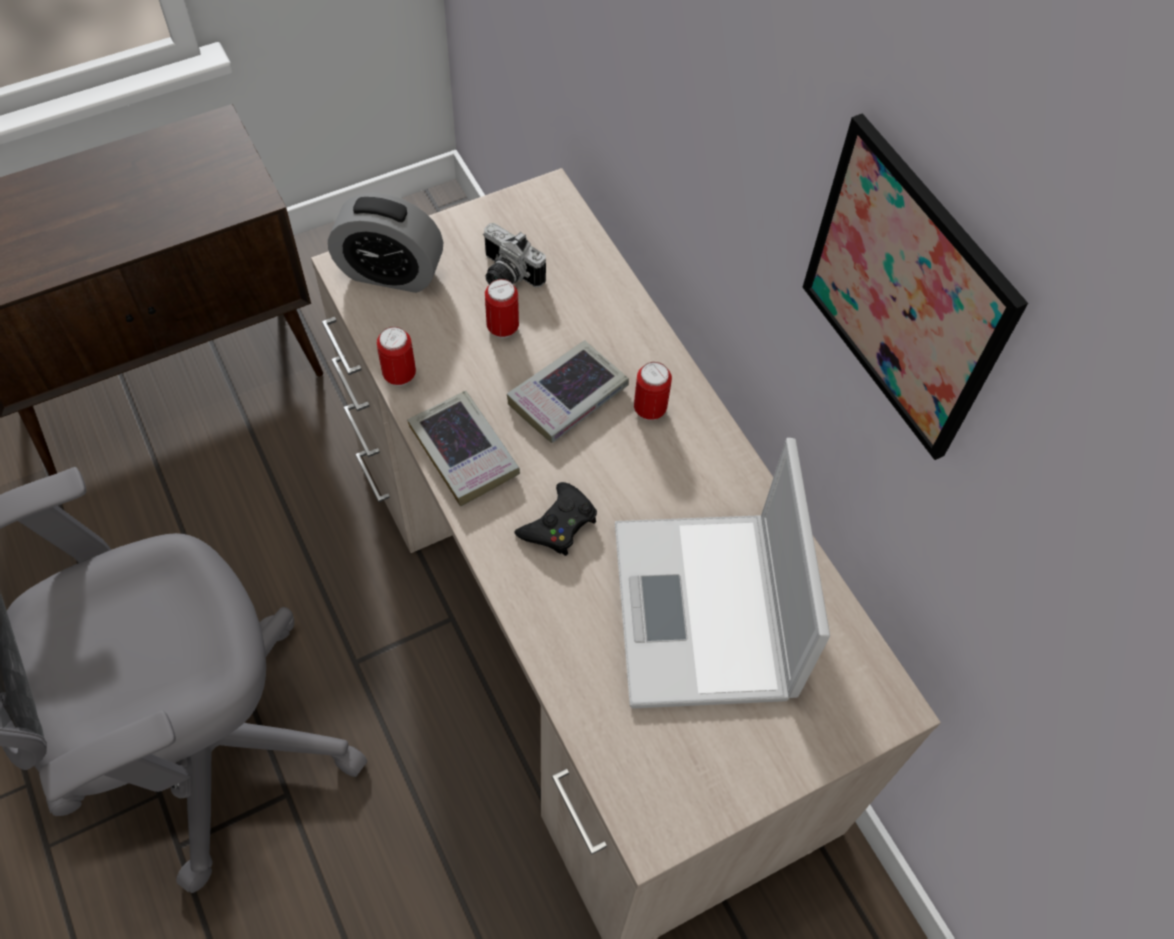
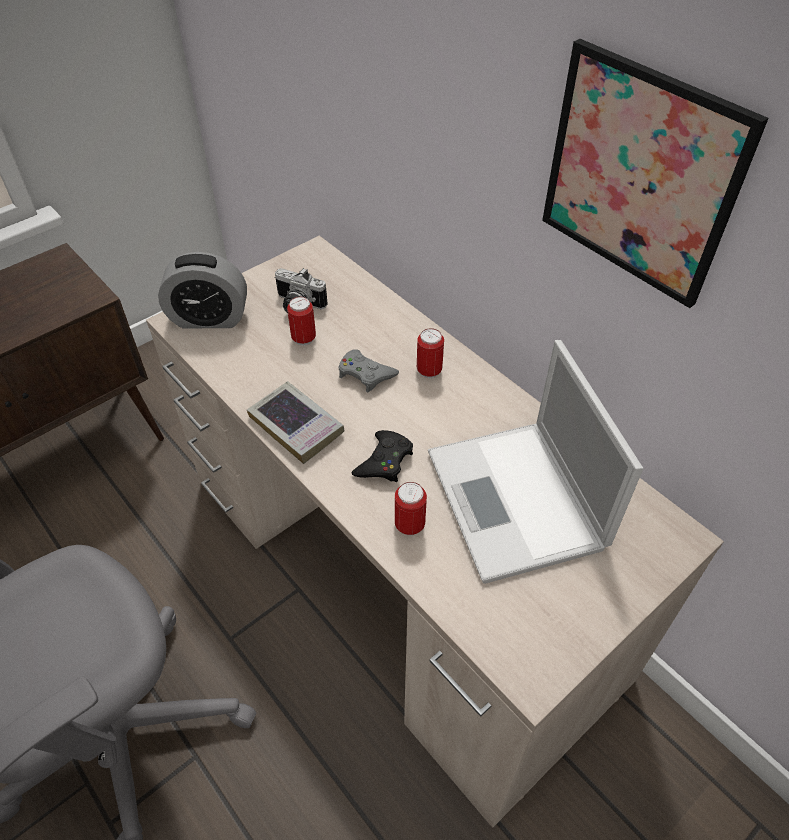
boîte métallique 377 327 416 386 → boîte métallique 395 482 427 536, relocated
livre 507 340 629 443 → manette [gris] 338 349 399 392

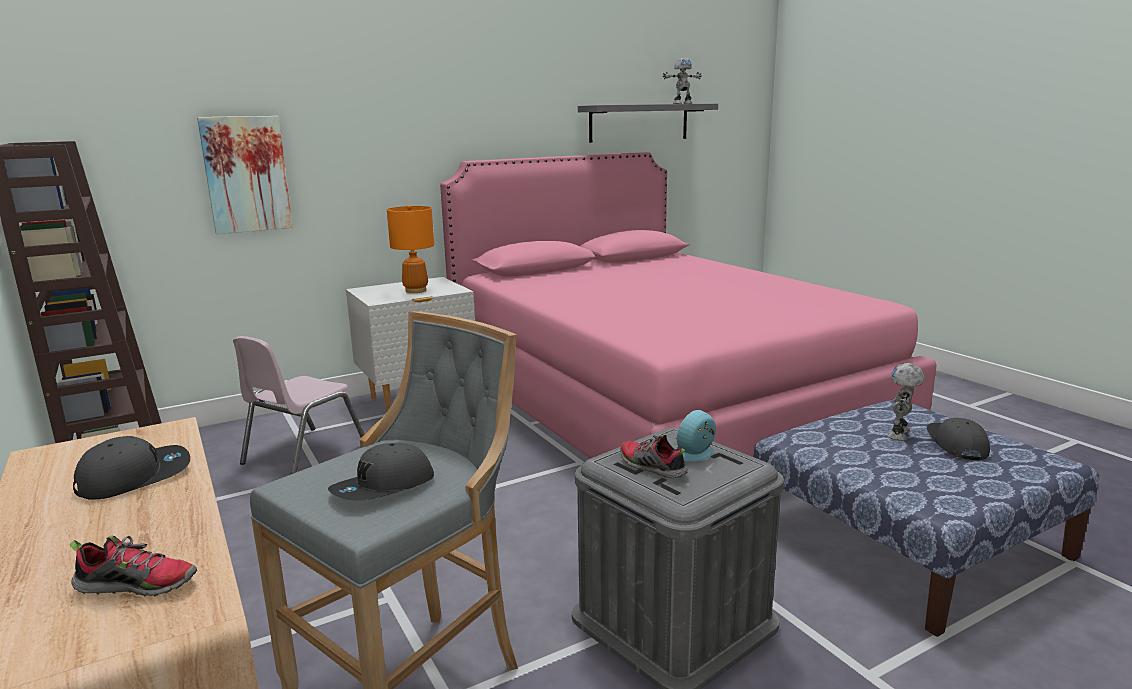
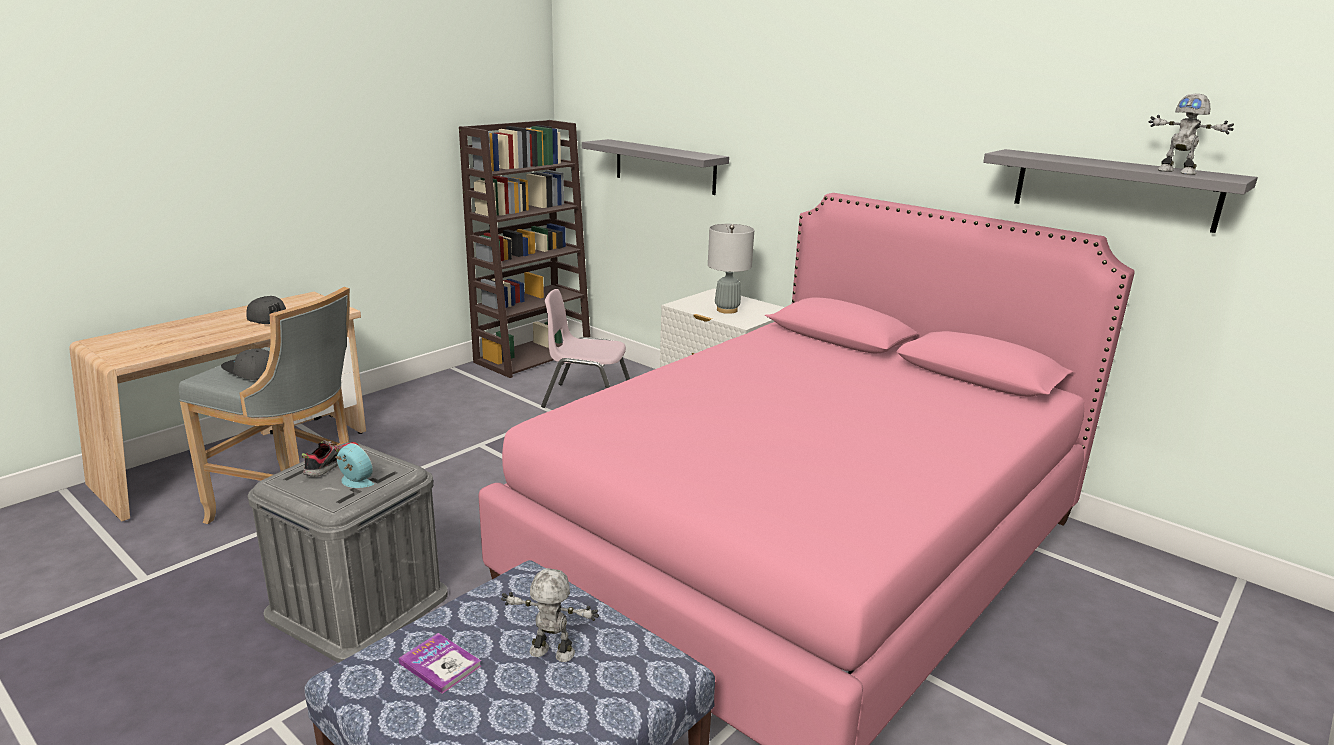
tableau 197 116 293 234 → étagère [gris] 582 139 729 195
lampe de table [orange] 387 205 434 293 → lampe de table [gris] 708 224 754 314
casquette [gris] 927 418 990 460 → -
chaussure 70 536 197 596 → -
- → livre 398 633 481 694

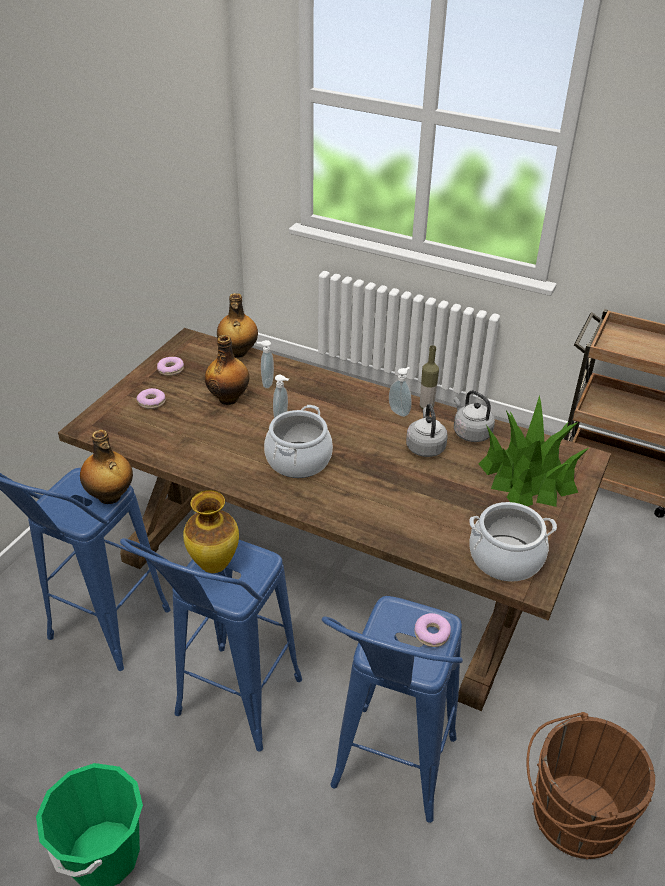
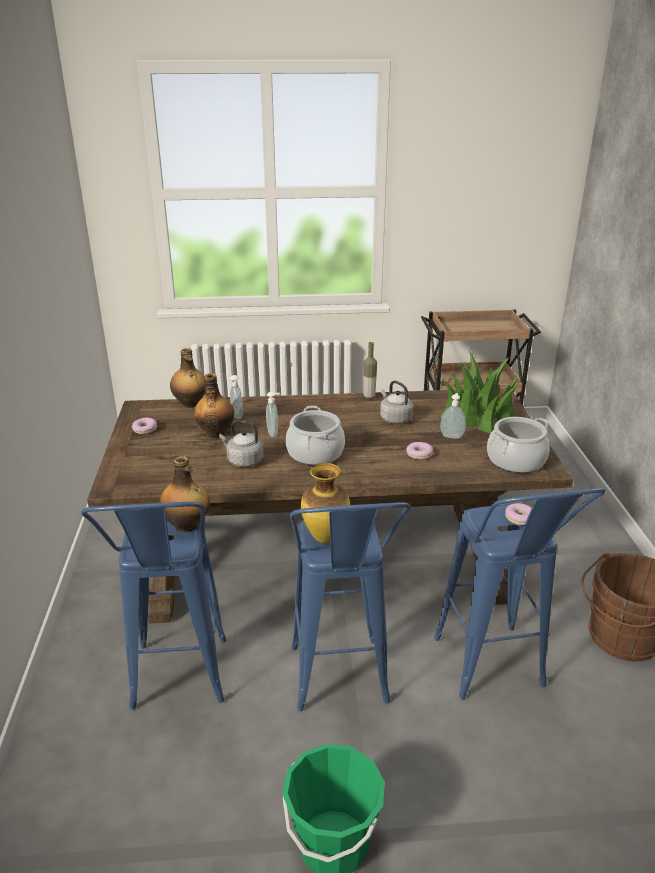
distributeur de savon 389 367 412 417 → distributeur de savon 440 393 466 439, relocated
beignet 137 388 165 409 → beignet 406 442 433 460, relocated
bouilloire [gris] 454 390 495 442 → bouilloire [gris] 219 420 263 467, relocated

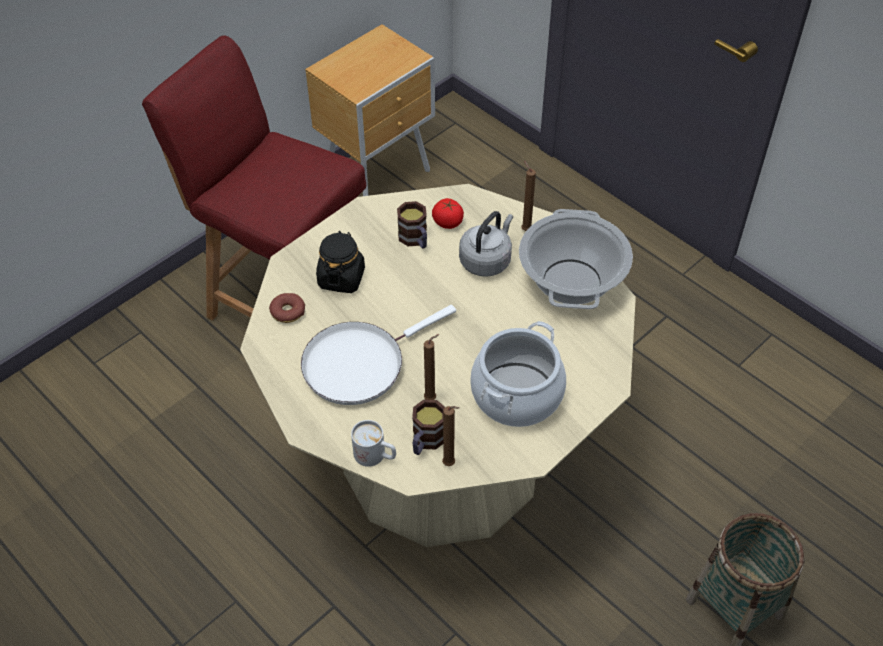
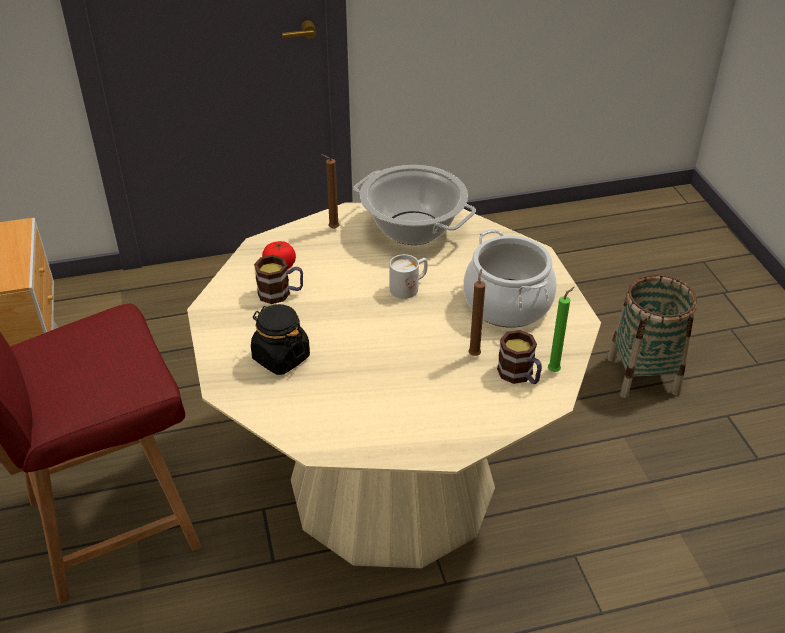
bouilloire [gris] 459 211 513 277 → -
beignet 269 293 305 323 → -
poêle [blanc] 301 305 456 405 → -
bougie [marron] 442 406 460 466 → bougie [vert] 548 287 575 372
mug [blanc] 351 420 396 467 → mug [blanc] 390 254 428 299, relocated

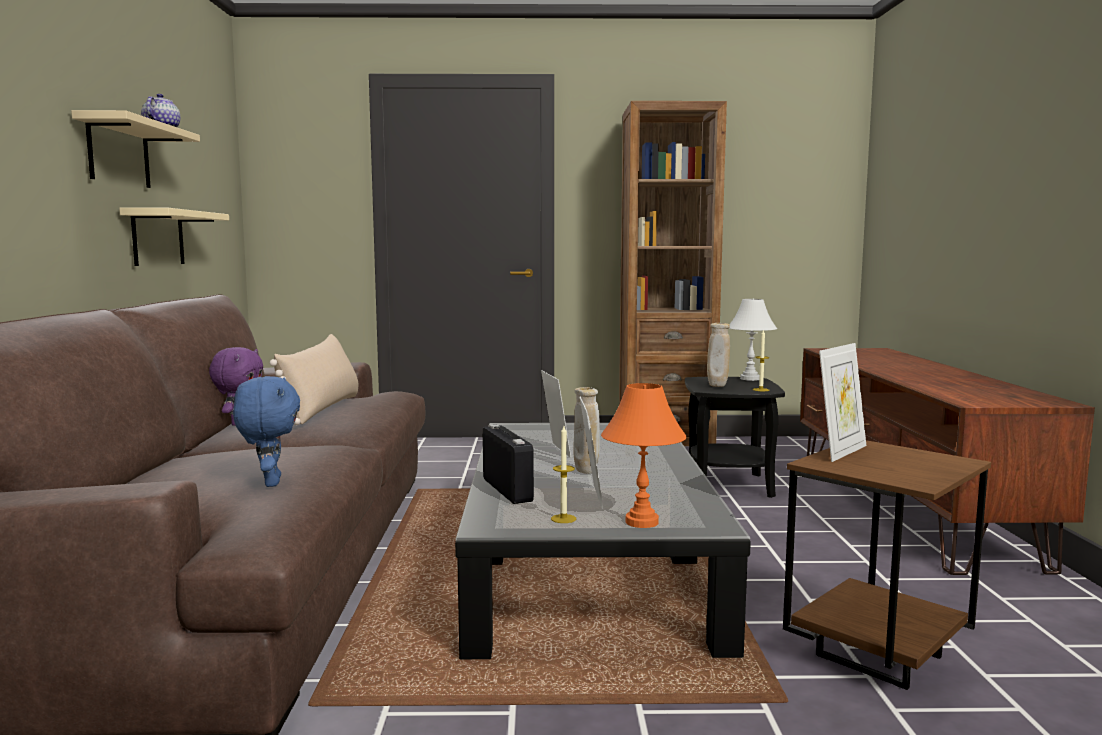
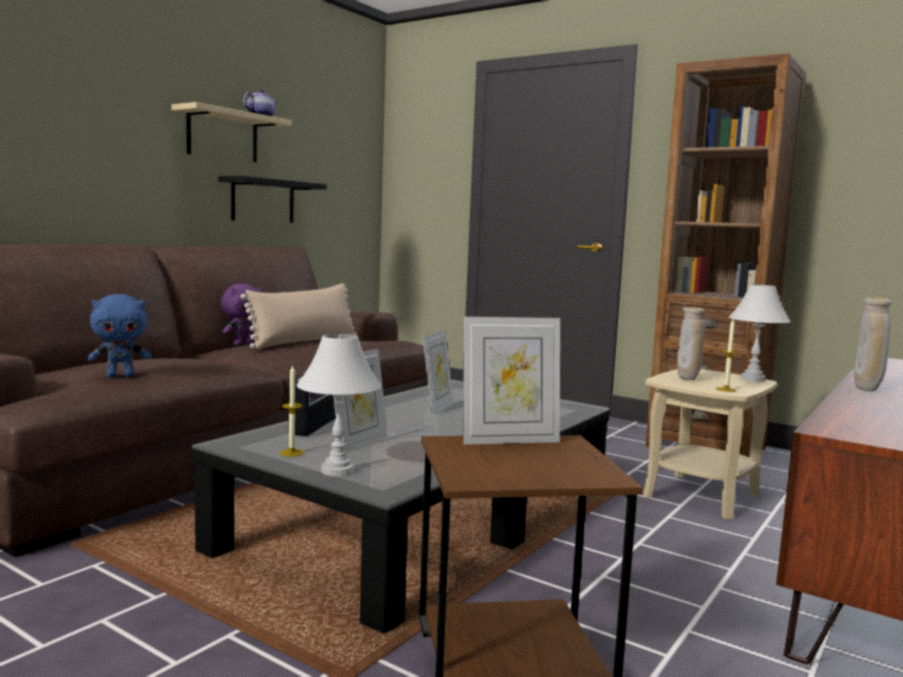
étagère [beige] 119 208 229 266 → étagère [noir] 218 176 327 223
peluche [bleu] 233 376 300 487 → peluche [bleu] 88 294 151 378, 45 degrees clockwise
table d'appoint [noir] 685 377 785 498 → table d'appoint [beige] 643 369 777 519
lampe de table [orange] 601 383 687 528 → lampe de table [blanc] 297 334 382 477
vase [beige] 573 387 600 474 → vase [beige] 854 297 892 391, relocated

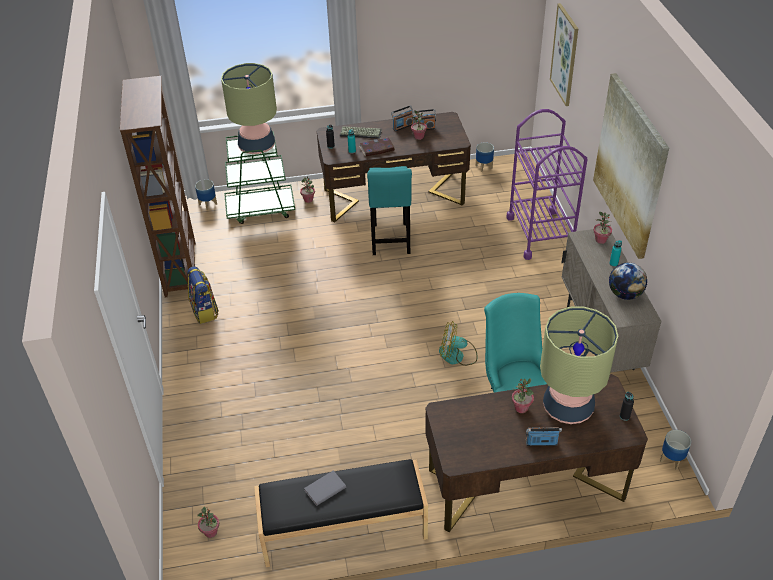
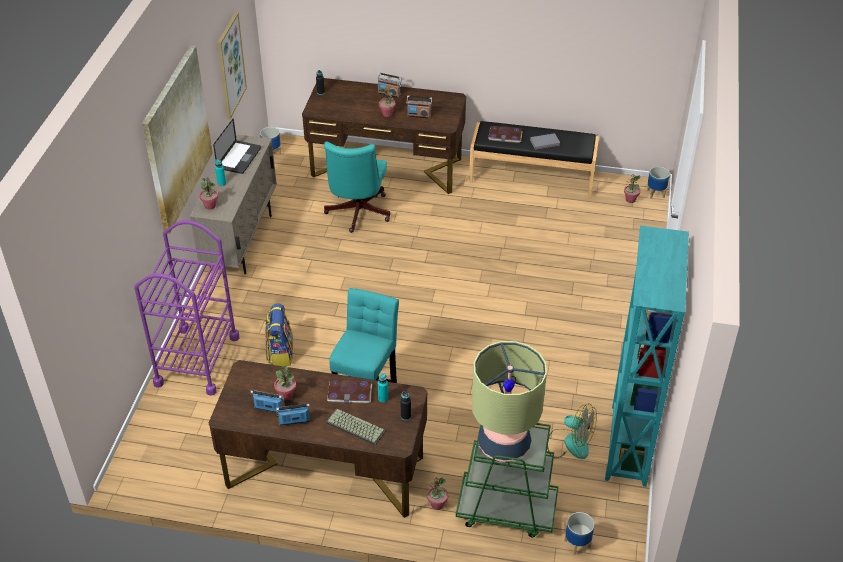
tableau 550 3 578 106 → tableau 217 12 247 119, relocated
bibliothèque [marron] 120 76 196 298 → bibliothèque [turquoise] 605 226 689 487
cache-pot 476 142 494 172 → cache-pot 647 167 670 199, relocated
globe 609 263 647 300 → ordinateur portable 213 118 261 174
sac à dos 187 266 219 324 → sac à dos 265 304 293 366, relocated
lampe de table 540 306 618 424 → -
ventilateur 439 321 478 366 → ventilateur 547 403 597 459, relocated
- → radio 406 95 432 118
- → livre 488 126 522 143

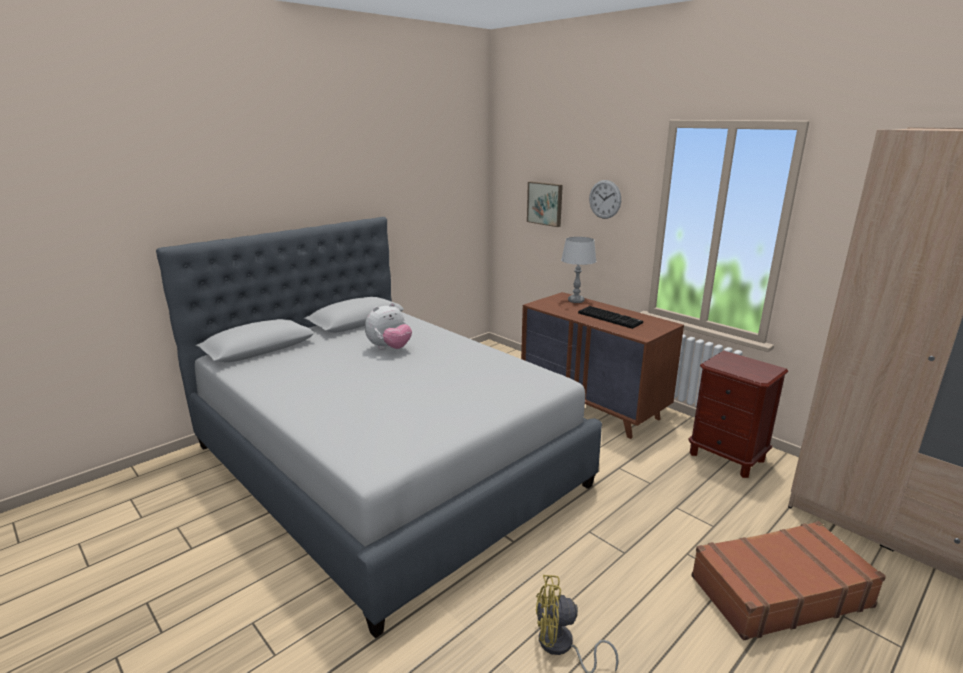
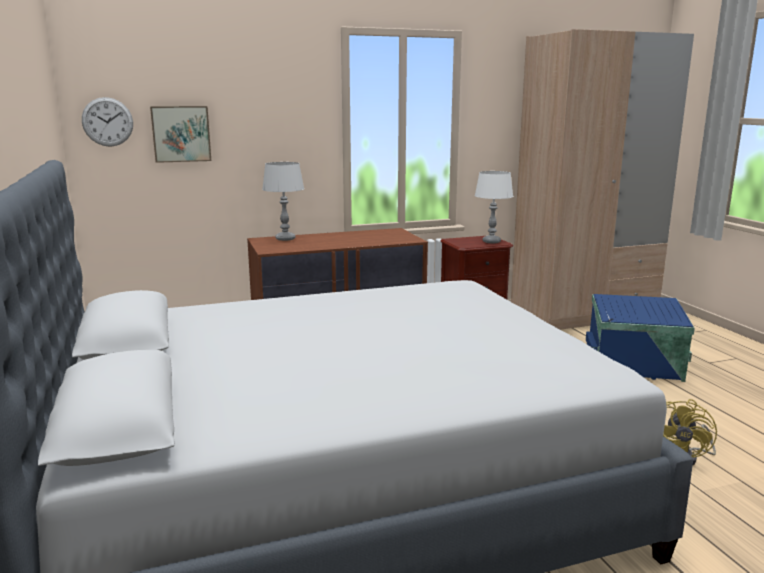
horloge murale 589 180 621 219 → horloge murale 82 97 133 147, relocated
peluche 365 303 412 350 → -
clavier 578 306 643 329 → -
valise [marron] 691 521 886 640 → boîte de rangement [bleu] 586 294 695 382
- → lampe de table [blanc] 475 171 513 243

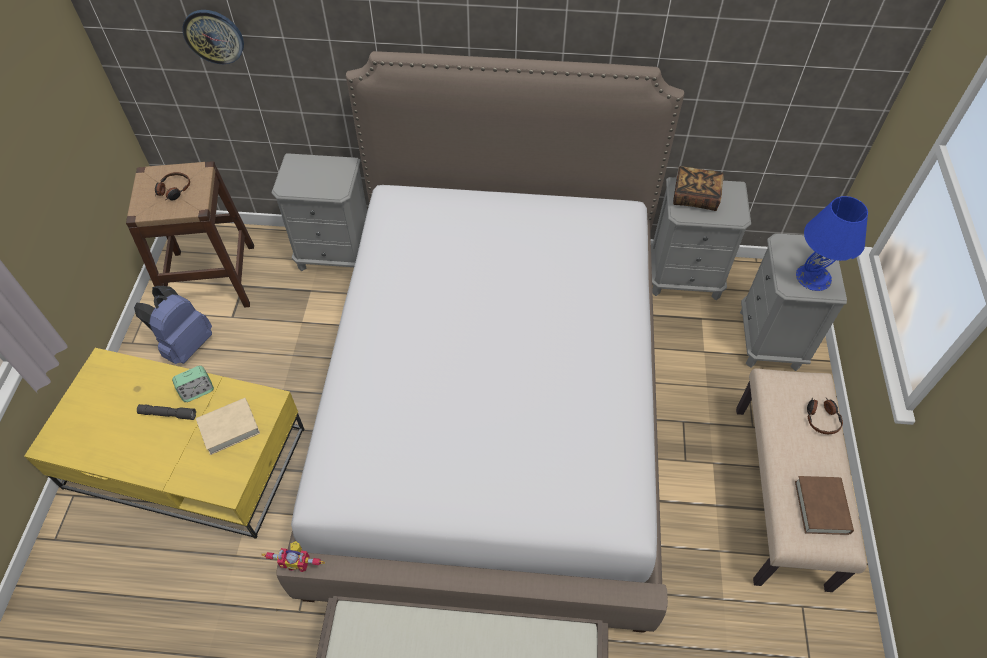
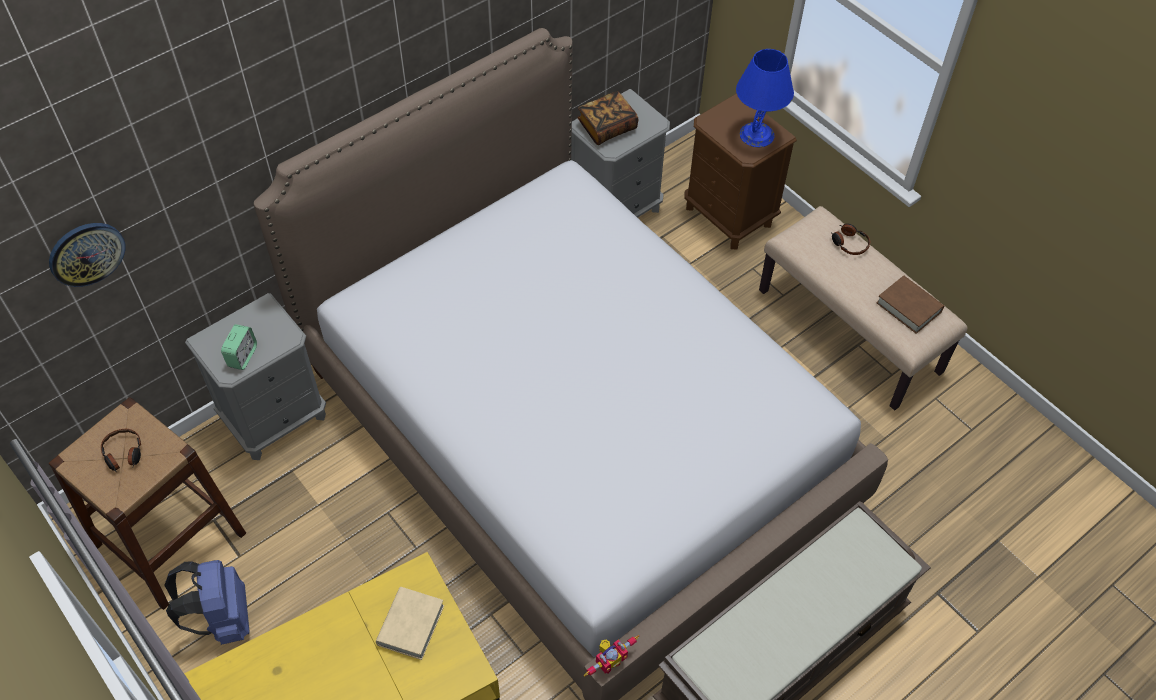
table de chevet [gris] 740 233 847 371 → table de chevet [marron] 684 93 797 250
réveil 172 366 214 402 → réveil 221 324 257 370, relocated
lampe de poche [gris] 137 404 196 420 → -

